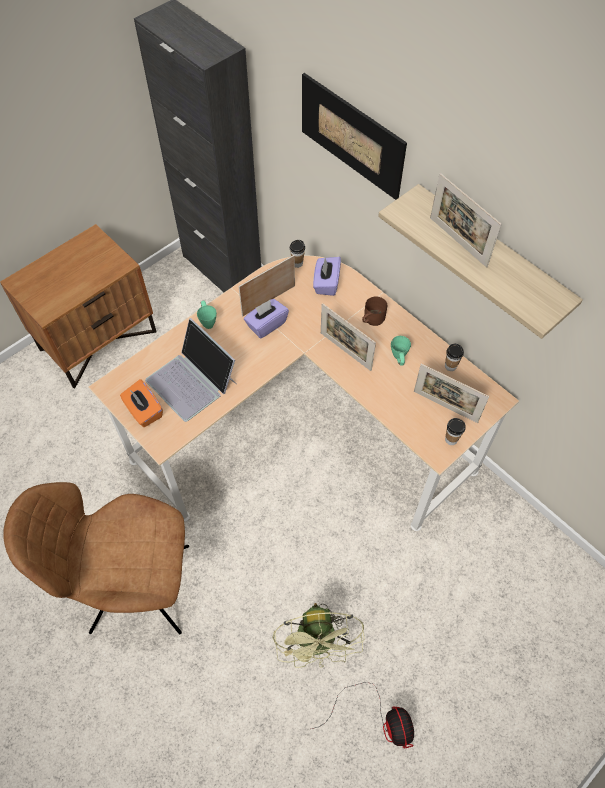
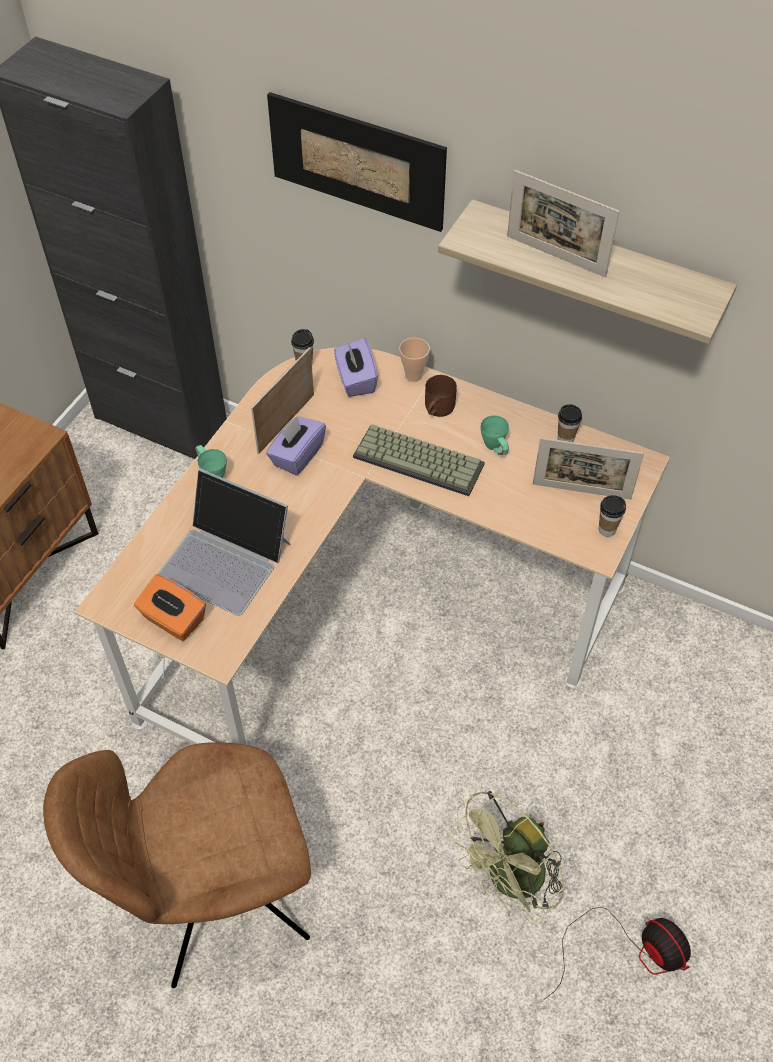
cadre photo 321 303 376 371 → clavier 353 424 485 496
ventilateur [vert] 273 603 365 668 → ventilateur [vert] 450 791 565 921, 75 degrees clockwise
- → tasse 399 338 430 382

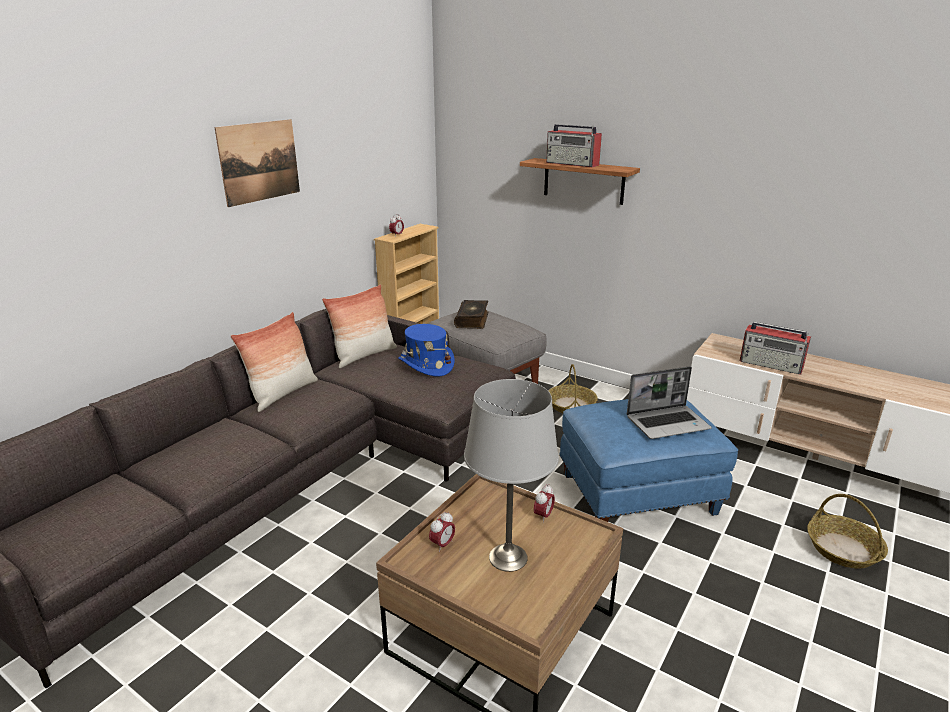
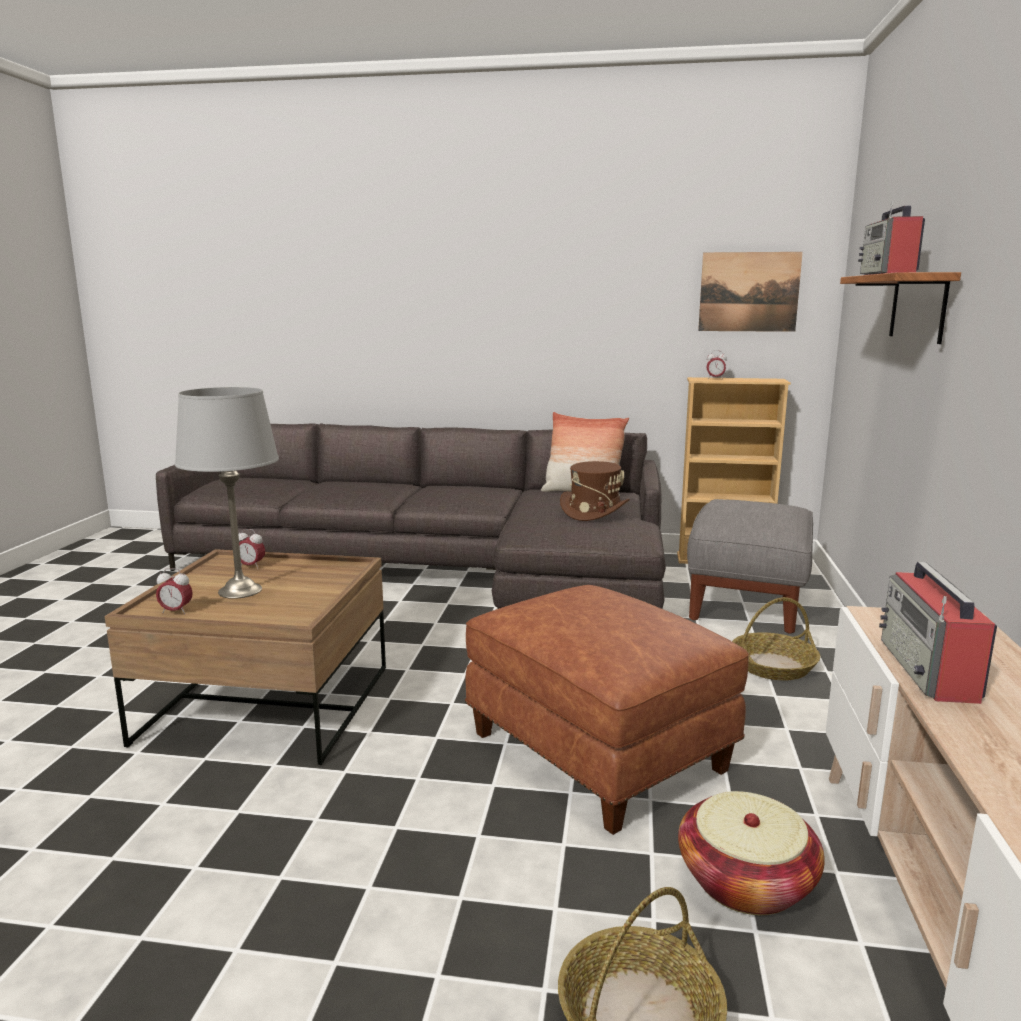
tableau 214 119 300 207 → tableau 698 252 803 332, relocated
livre 454 300 488 329 → -
coussin 230 312 318 412 → -
chapeau [bleu] 398 324 455 377 → chapeau [marron] 560 461 630 521
ordinateur portable 627 366 712 439 → -
pouf [bleu] 559 399 738 522 → pouf [marron] 465 585 749 835
réveil 534 484 555 523 → réveil 156 568 193 614, relocated
- → panier 678 791 825 915

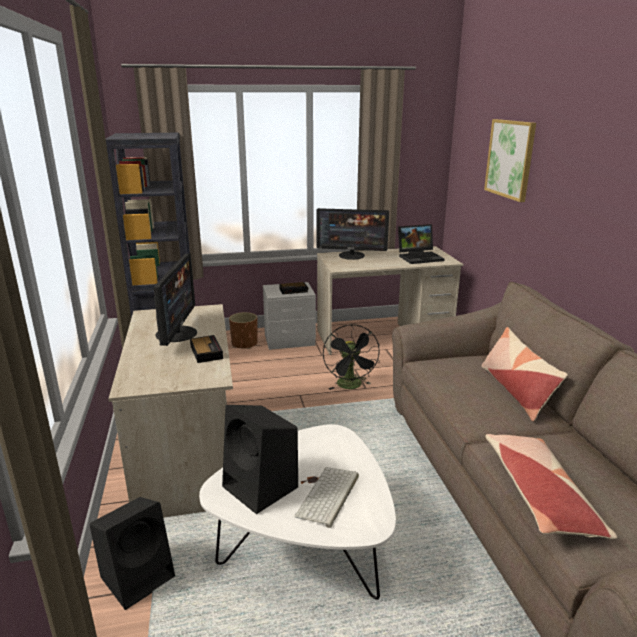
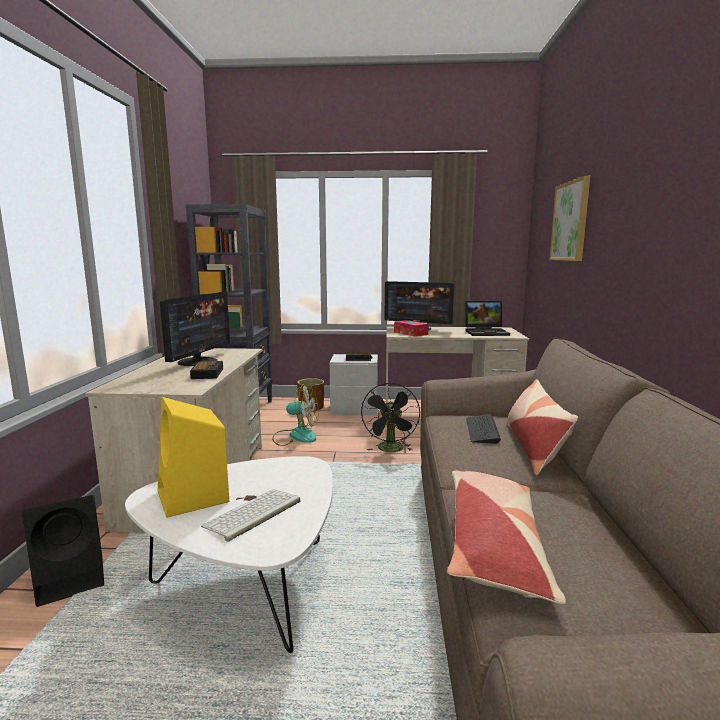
enceinte [noir] 222 405 298 514 → enceinte [jaune] 158 397 230 518
- → boîte à mouchoirs 394 320 428 337
- → ventilateur 272 384 319 446
- → clavier 466 414 501 444

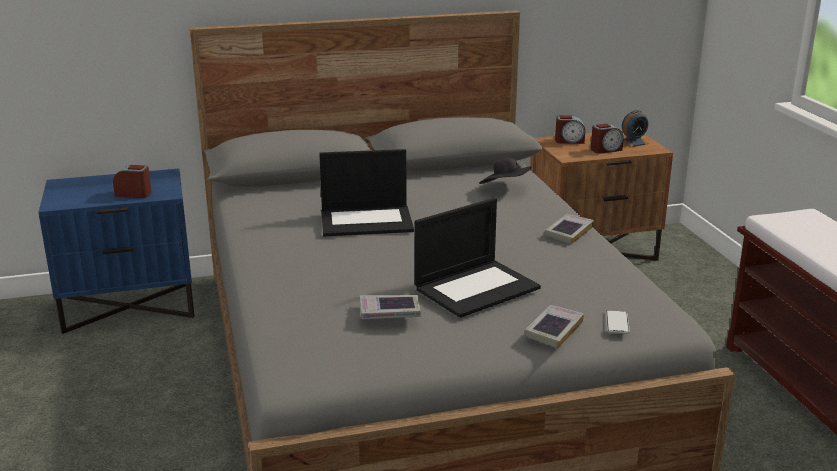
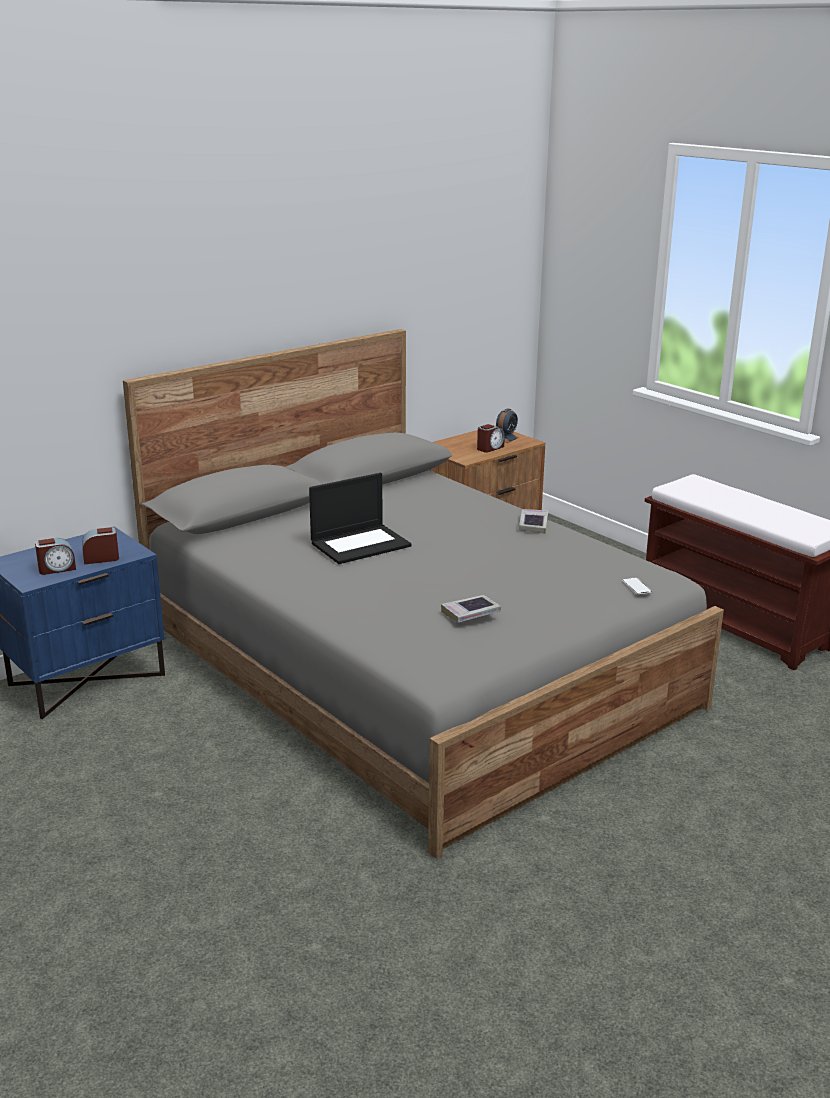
réveil 555 115 585 144 → réveil 35 538 76 575, relocated
chapeau [noir] 479 158 532 184 → -
ordinateur portable 415 198 541 318 → -
livre 524 305 584 348 → -

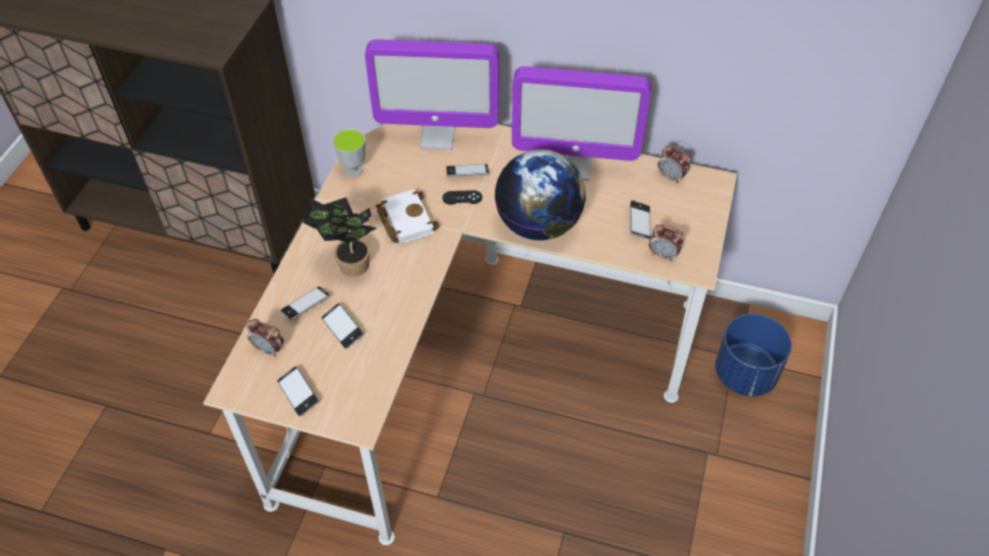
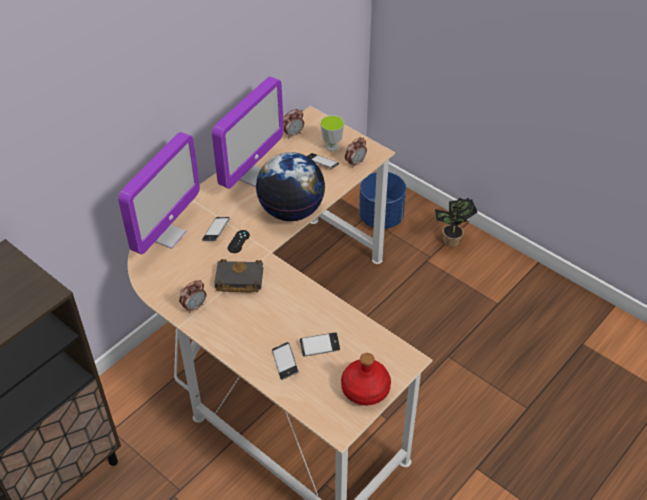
tasse 333 129 365 177 → tasse 320 115 344 151, relocated
livre [blanc] 376 189 439 244 → livre [noir] 214 259 263 292
plante en pot 302 197 377 277 → plante en pot 435 197 477 247, relocated
réveil 247 319 284 357 → réveil 179 280 206 313, relocated
téléphone 277 366 319 416 → bouteille [rouge] 341 353 391 406

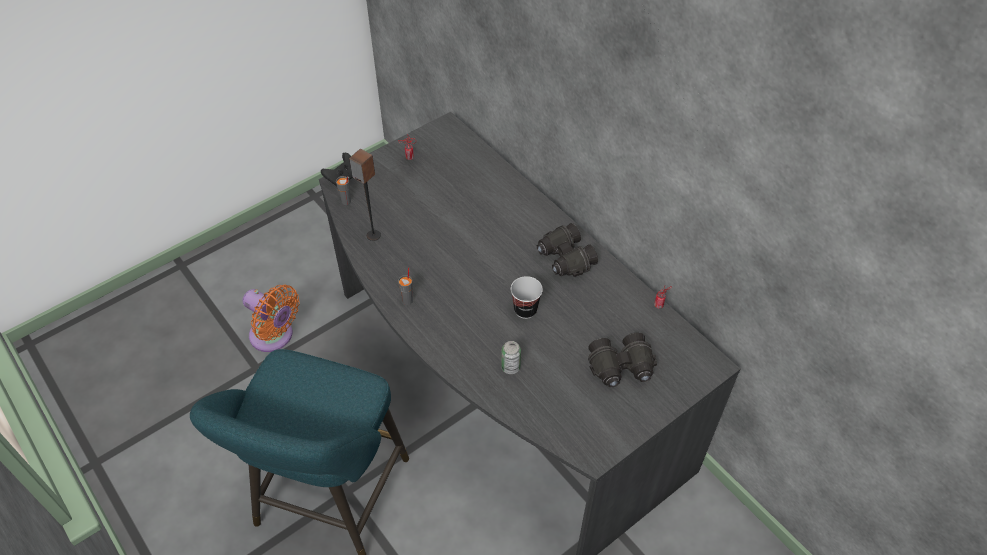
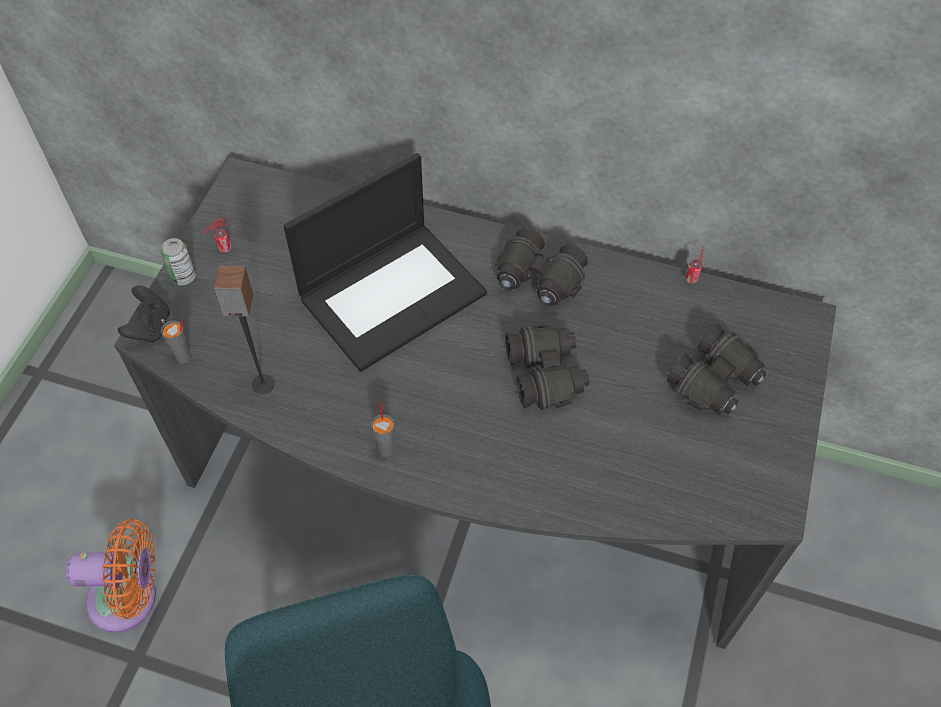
tasse 511 276 543 319 → jumelles [noir] 505 325 589 410
boîte métallique 501 341 521 374 → boîte métallique 161 238 196 285, relocated
- → ordinateur portable 283 153 487 372

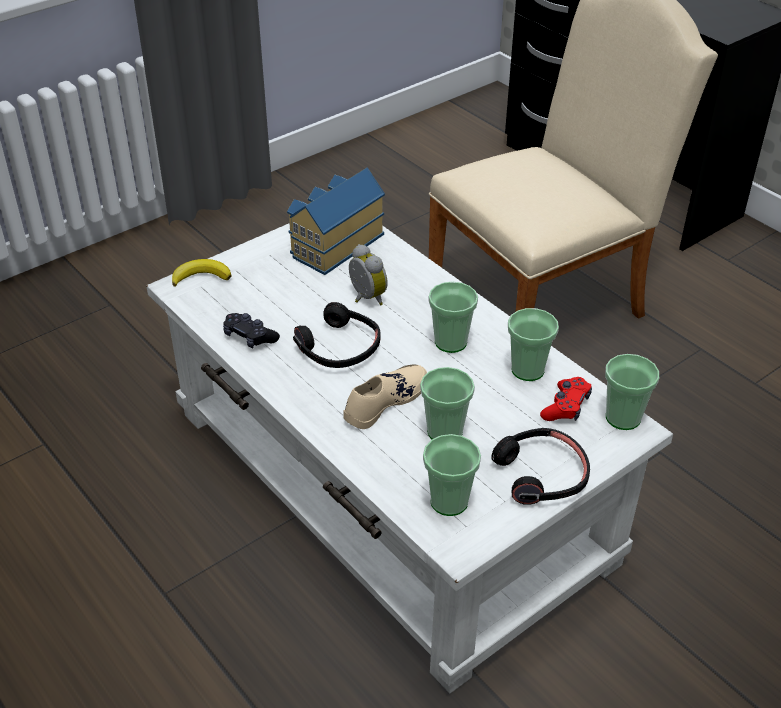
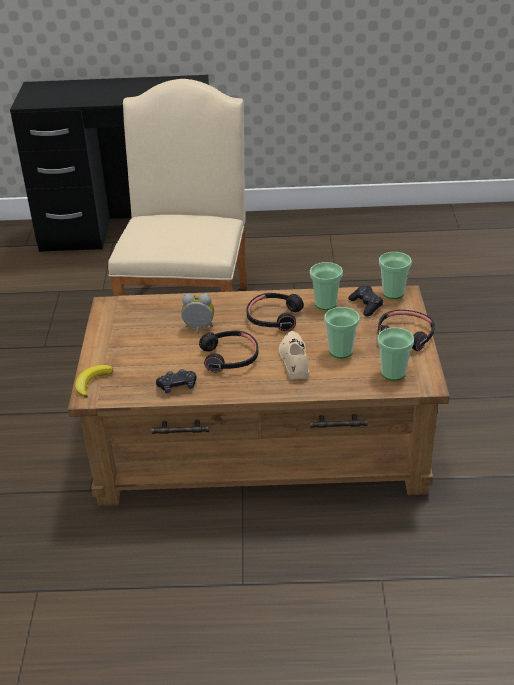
maison miniature 287 167 385 275 → -
table basse [blanc] 146 223 673 693 → table basse [marron] 68 285 450 506
tasse 429 281 478 353 → casque audio [noir] 246 293 304 331
manette [rouge] 540 377 592 421 → manette [noir] 348 286 383 316

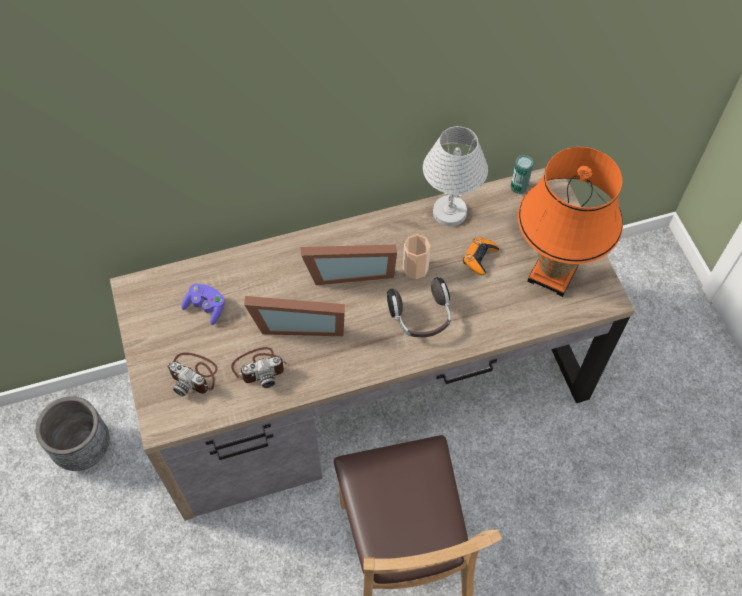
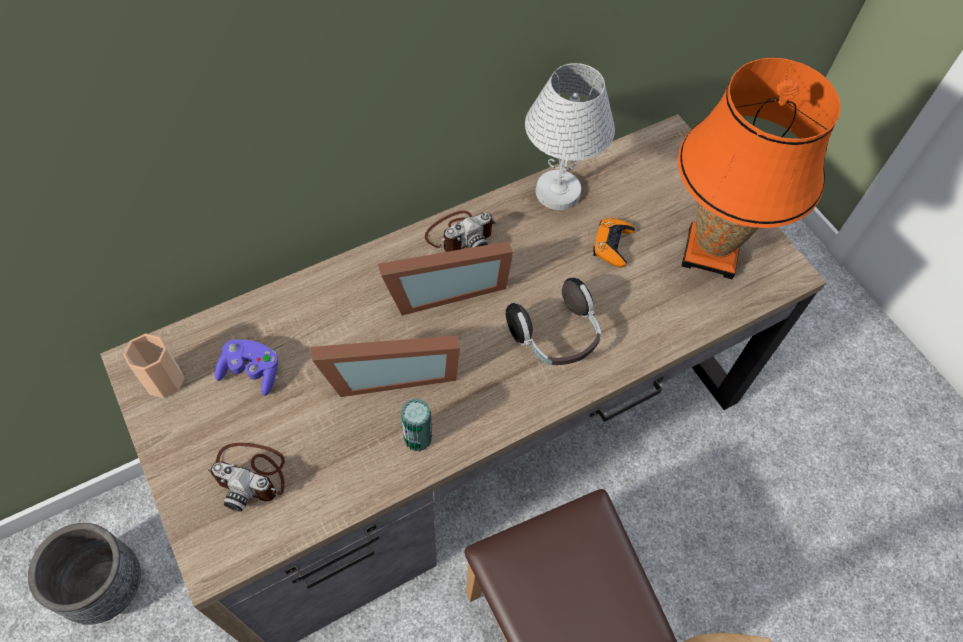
boîte métallique 510 155 534 194 → boîte métallique 401 398 432 452, relocated
tasse 403 234 431 279 → tasse 124 334 184 398, relocated
appareil photo 231 347 288 388 → appareil photo 425 211 496 252, relocated

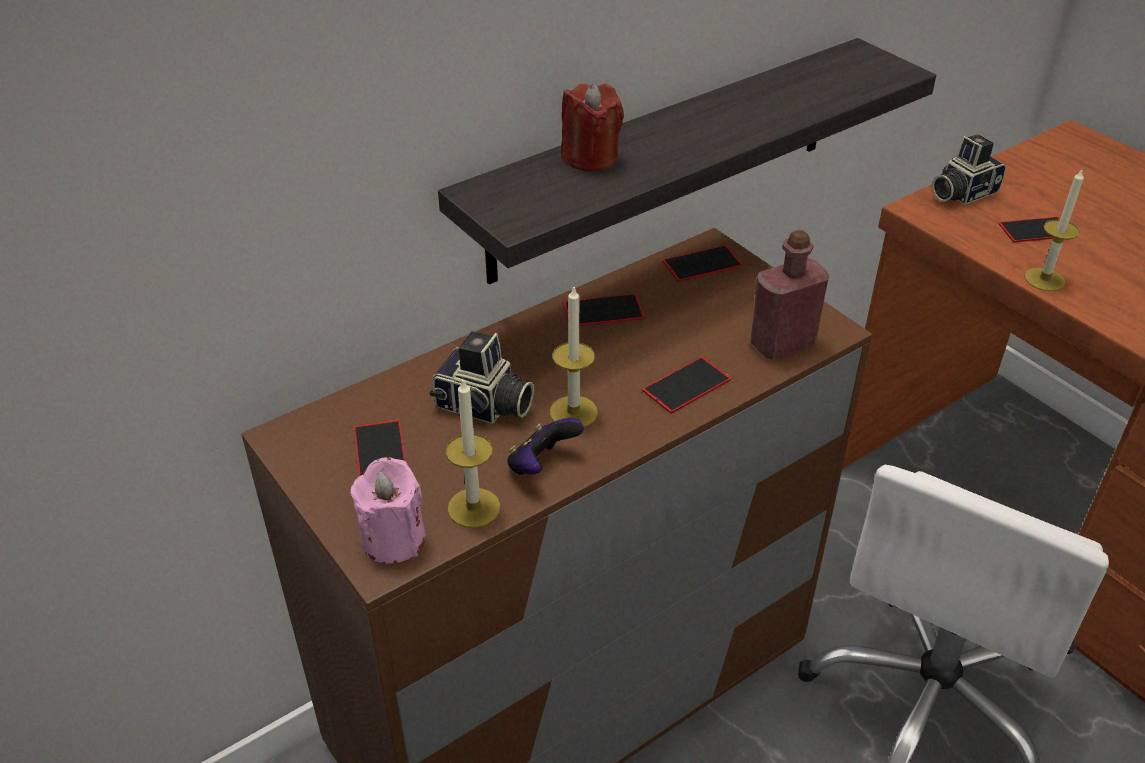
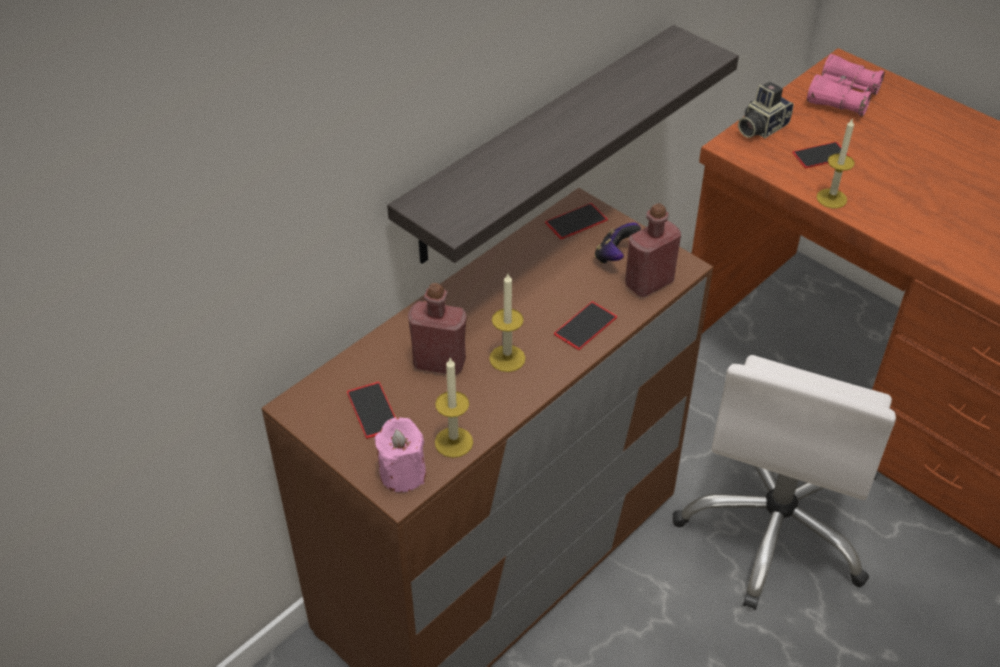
bougie [rouge] 561 83 624 172 → -
téléphone 563 293 645 326 → -
appareil photo 430 331 534 424 → bouteille [rouge] 408 283 467 376
manette 507 418 584 475 → manette 595 223 641 264, relocated
- → jumelles [rose] 807 54 885 116

